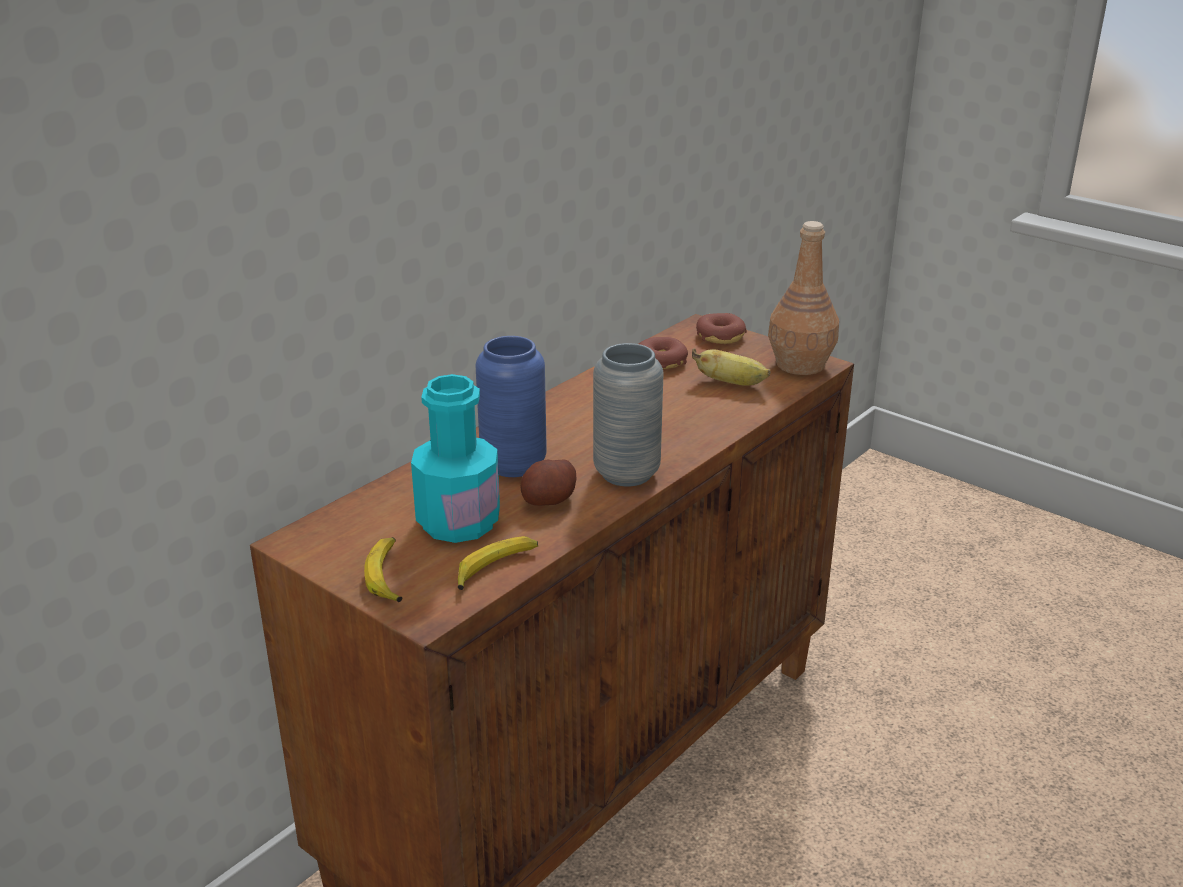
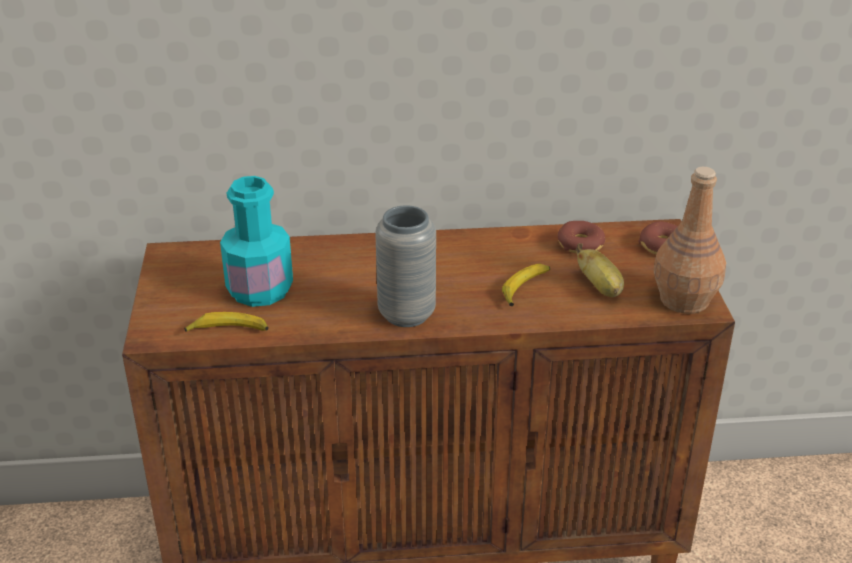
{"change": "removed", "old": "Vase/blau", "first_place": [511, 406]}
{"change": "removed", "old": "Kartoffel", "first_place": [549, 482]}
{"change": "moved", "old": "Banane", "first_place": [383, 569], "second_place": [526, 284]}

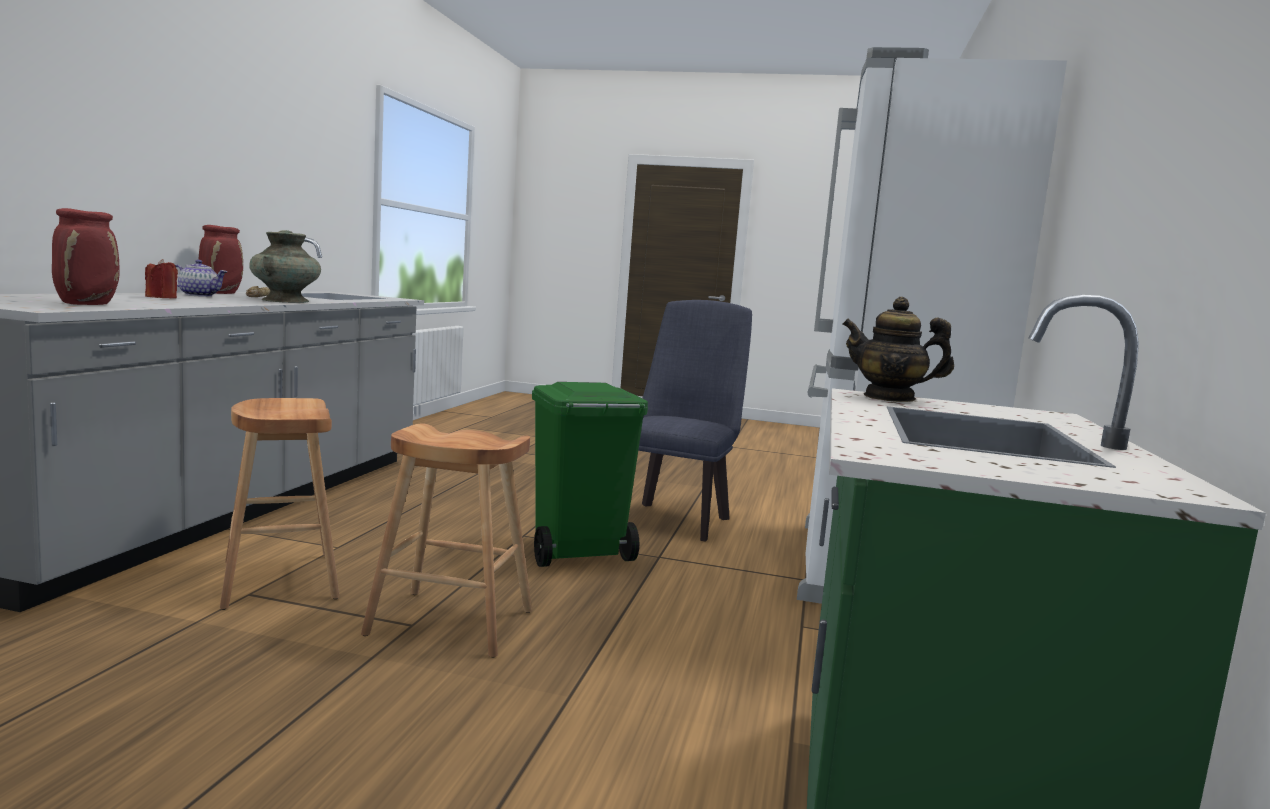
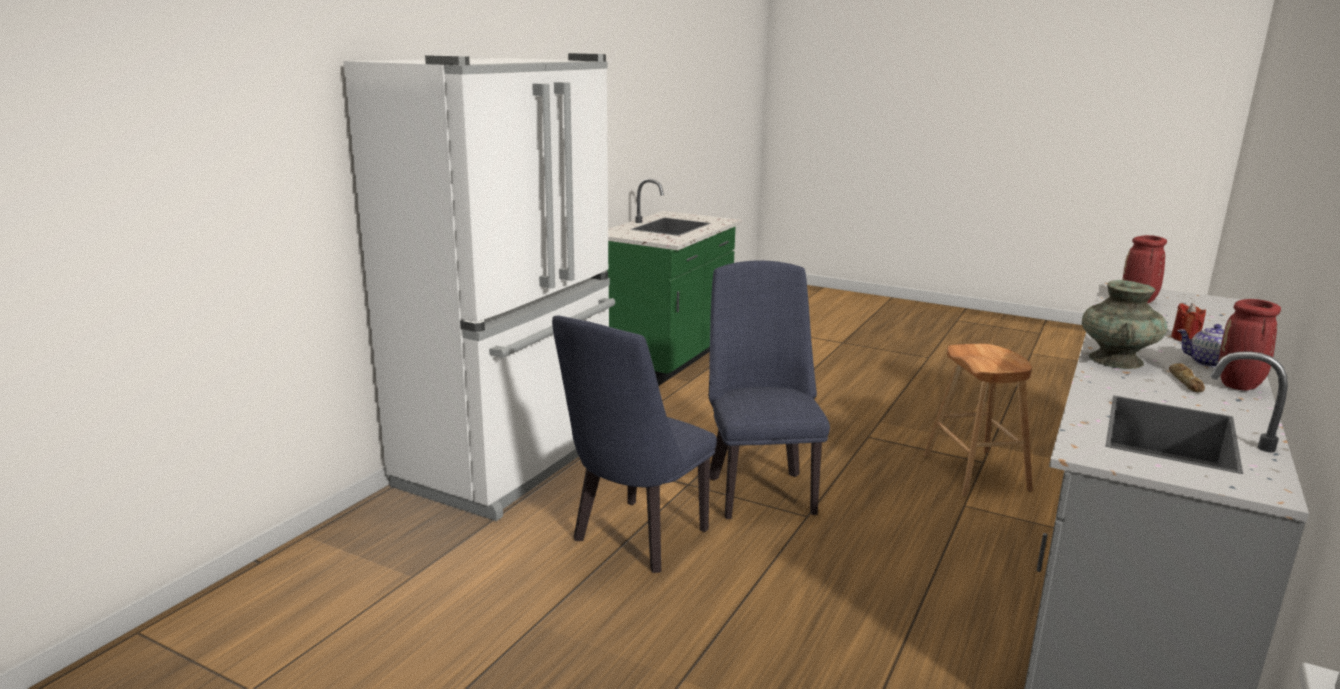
{"change": "removed", "old": "Teekanne", "first_place": [898, 349]}
{"change": "replaced", "old": "Mülleimer/grün", "new": "Stuhl/blau", "first_place": [590, 474], "second_place": [769, 389]}
{"change": "removed", "old": "Hocker/braun", "first_place": [446, 540]}

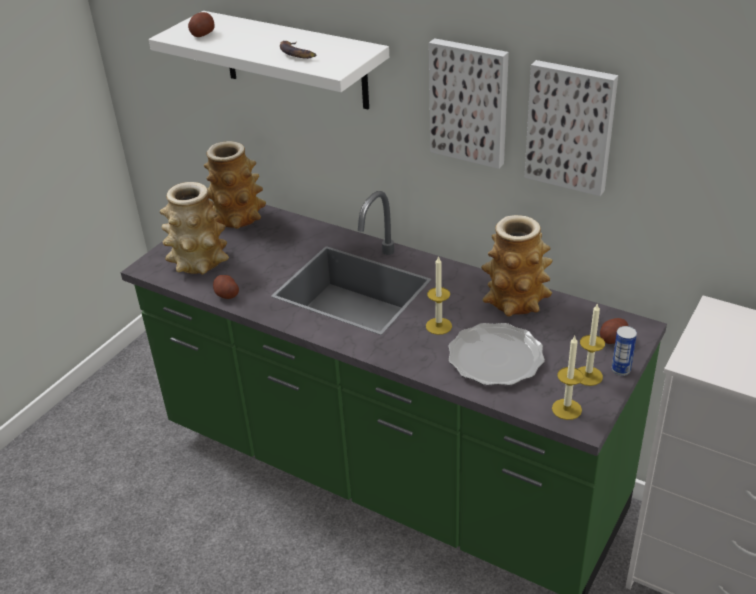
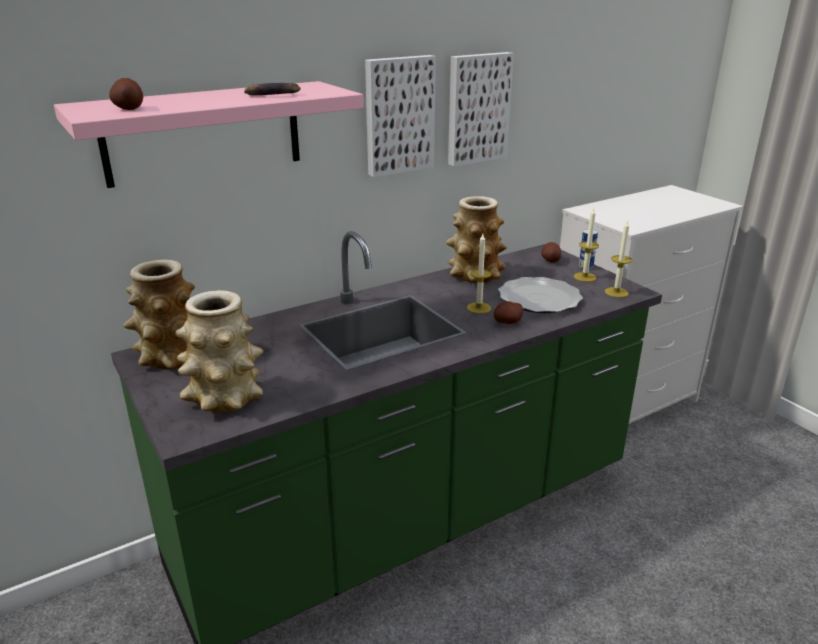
{"change": "recoloured", "old": "Wandregal/weiß", "new": "Wandregal/rosa", "first_place": [269, 60], "second_place": [208, 134]}
{"change": "moved", "old": "Kartoffel", "first_place": [226, 287], "second_place": [508, 312]}

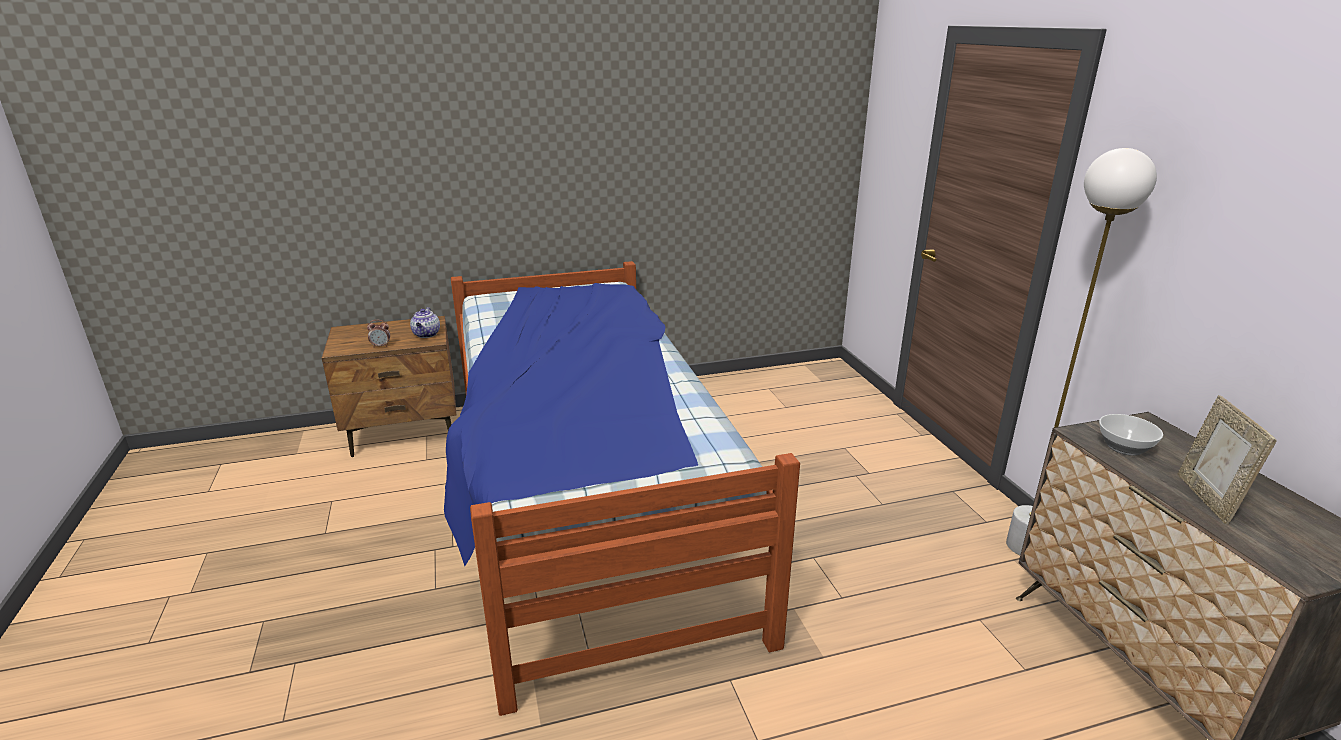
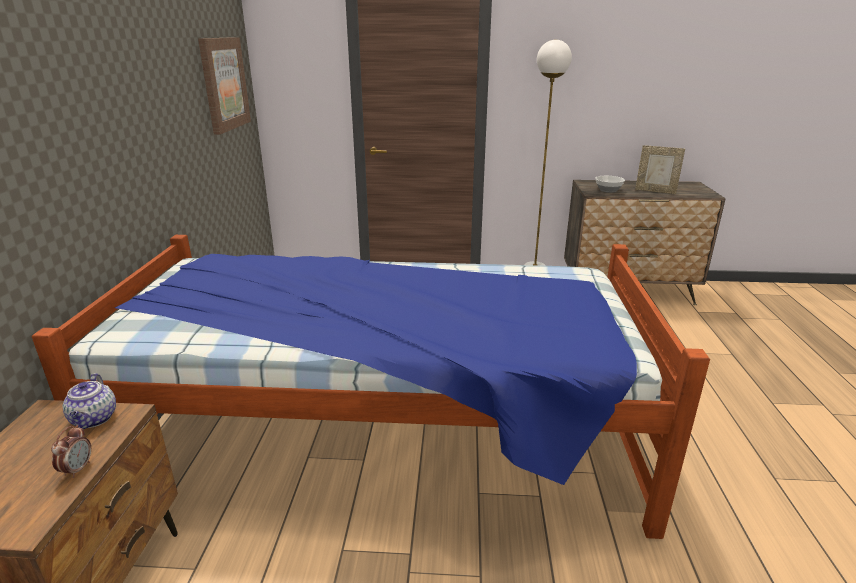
{"change": "turned", "old": "Teekanne", "first_place": [425, 322], "second_place": [89, 401], "degrees": 60}
{"change": "added", "new": "Bild", "second_place": [224, 86]}

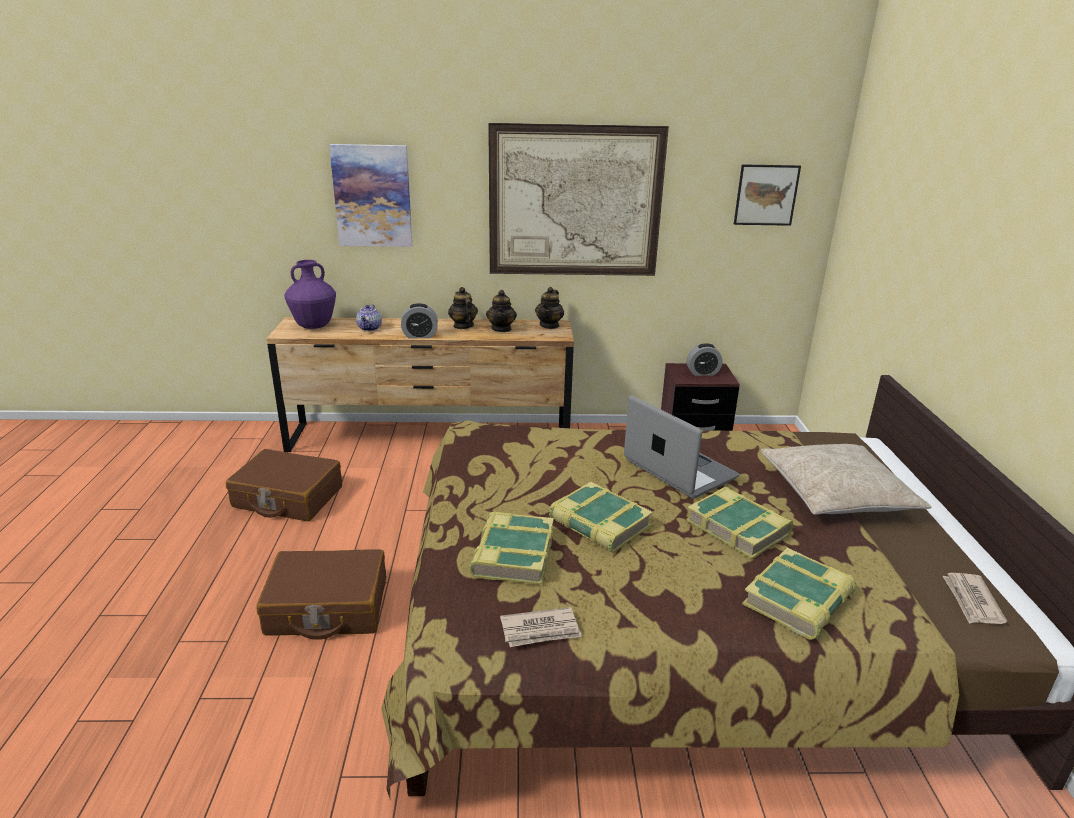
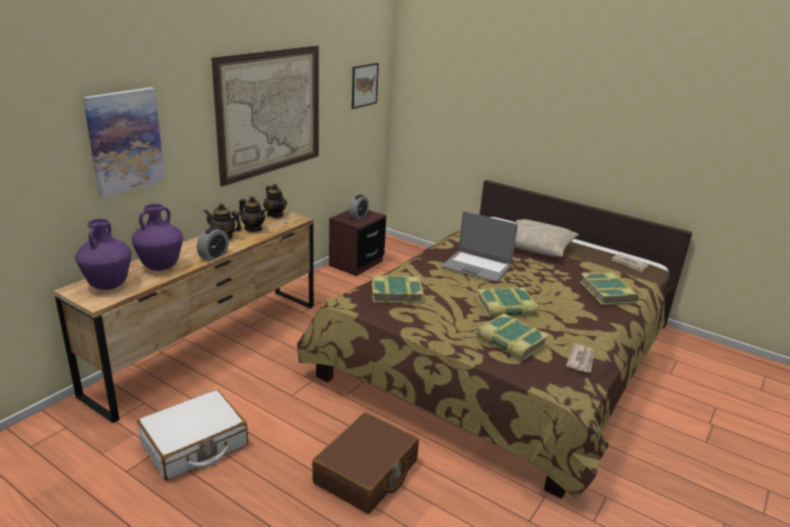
{"change": "replaced", "old": "Teekanne", "new": "Vase/lila", "first_place": [369, 317], "second_place": [157, 237]}
{"change": "turned", "old": "Laptop", "first_place": [681, 446], "second_place": [480, 247], "degrees": -150}
{"change": "recoloured", "old": "Koffer/braun", "new": "Koffer/weiß", "first_place": [284, 485], "second_place": [192, 435]}
{"change": "moved", "old": "Buch", "first_place": [739, 523], "second_place": [397, 289]}

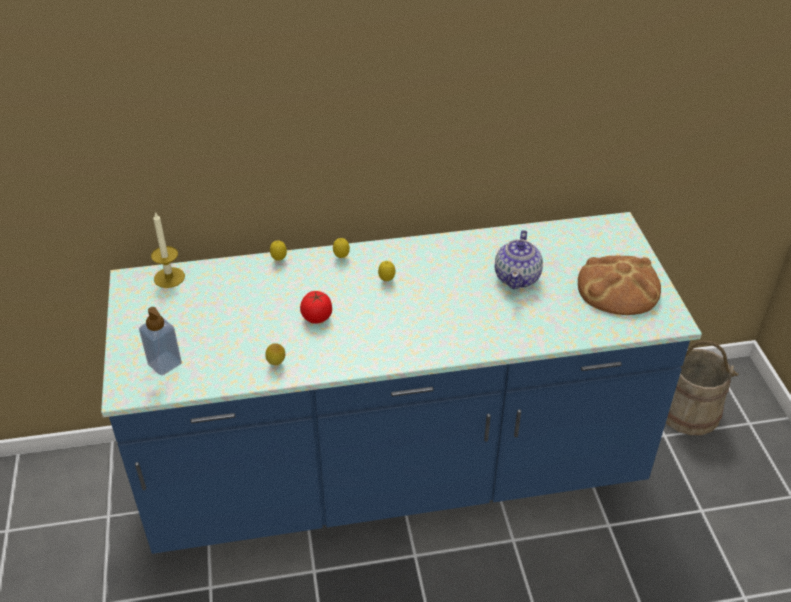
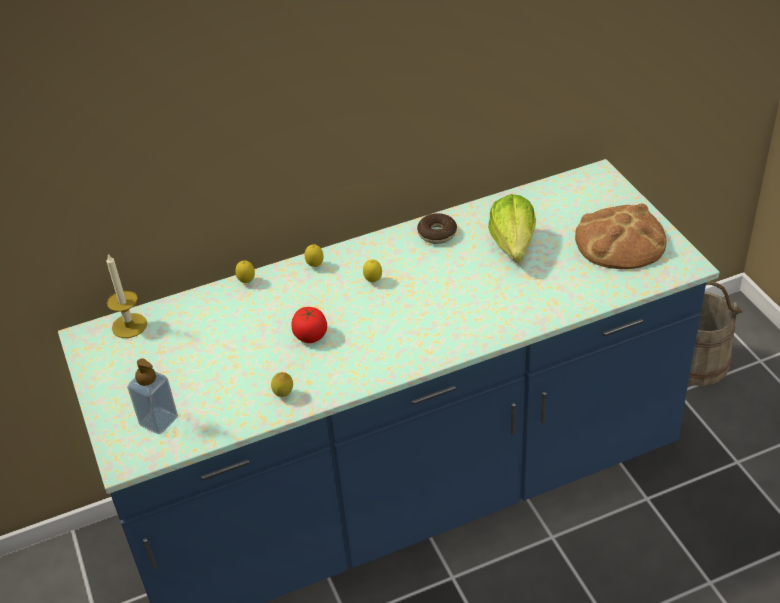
{"change": "replaced", "old": "Teekanne", "new": "Salatkopf", "first_place": [519, 259], "second_place": [512, 228]}
{"change": "added", "new": "Donut", "second_place": [437, 228]}

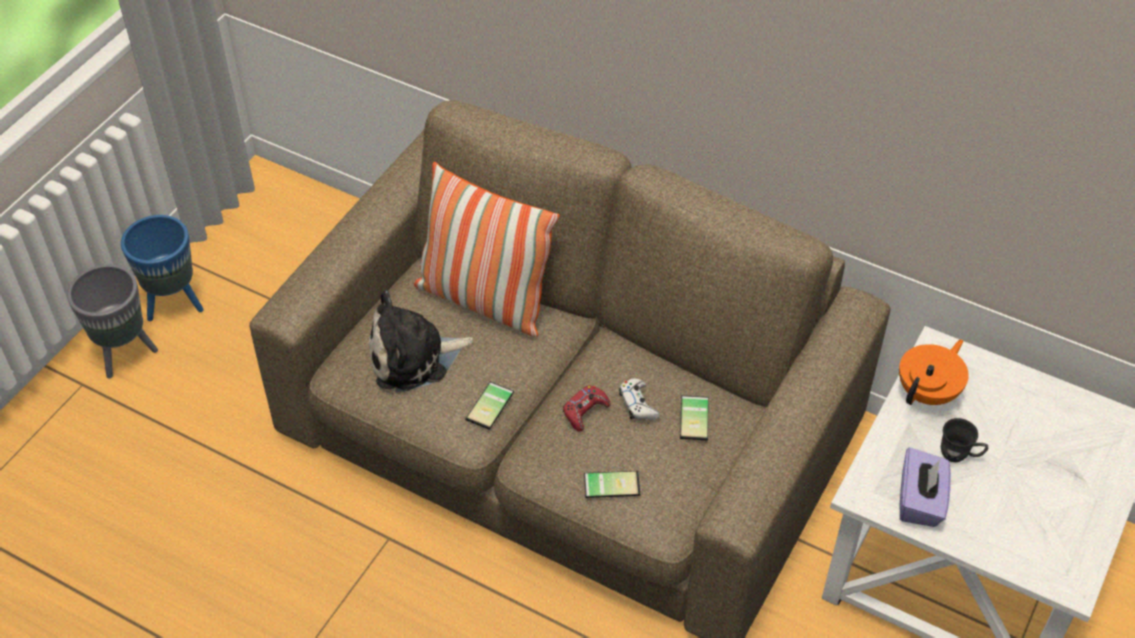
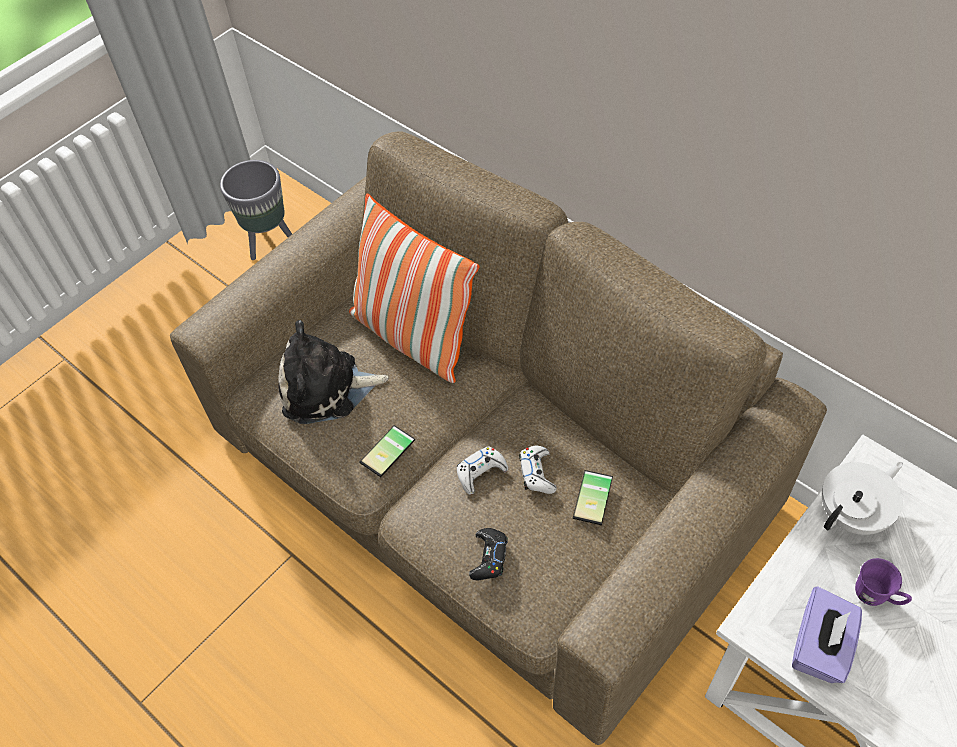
{"change": "removed", "old": "Pflanzkübel/blau", "first_place": [162, 268]}
{"change": "moved", "old": "Pflanzkübel/grau", "first_place": [112, 321], "second_place": [256, 210]}
{"change": "recoloured", "old": "Teekanne/orange", "new": "Teekanne/weiß", "first_place": [934, 372], "second_place": [862, 498]}
{"change": "recoloured", "old": "Gamepad/rot", "new": "Gamepad/weiß", "first_place": [587, 408], "second_place": [482, 470]}
{"change": "recoloured", "old": "Henkelbecher/grau", "new": "Henkelbecher/lila", "first_place": [965, 440], "second_place": [883, 582]}
{"change": "replaced", "old": "Handy", "new": "Gamepad/schwarz", "first_place": [612, 484], "second_place": [488, 554]}

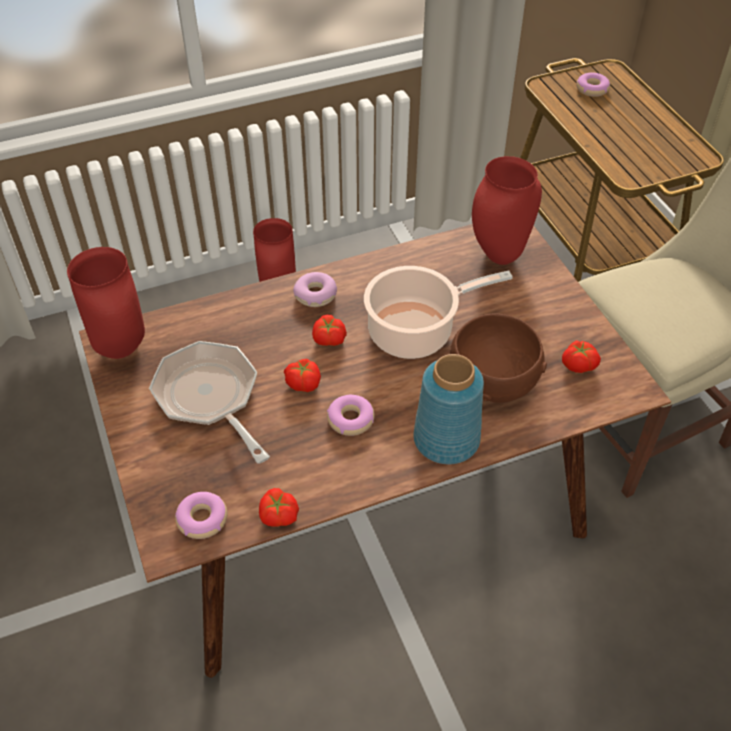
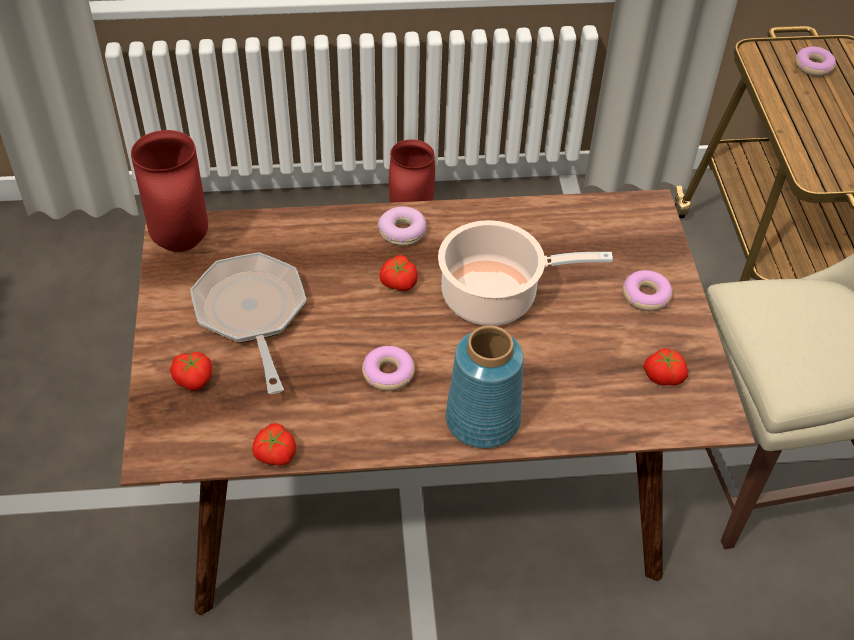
{"change": "removed", "old": "Vase/rot", "first_place": [507, 210]}
{"change": "removed", "old": "Schüssel/braun", "first_place": [498, 358]}
{"change": "moved", "old": "Tomate", "first_place": [302, 375], "second_place": [191, 371]}
{"change": "moved", "old": "Donut", "first_place": [201, 515], "second_place": [648, 290]}

